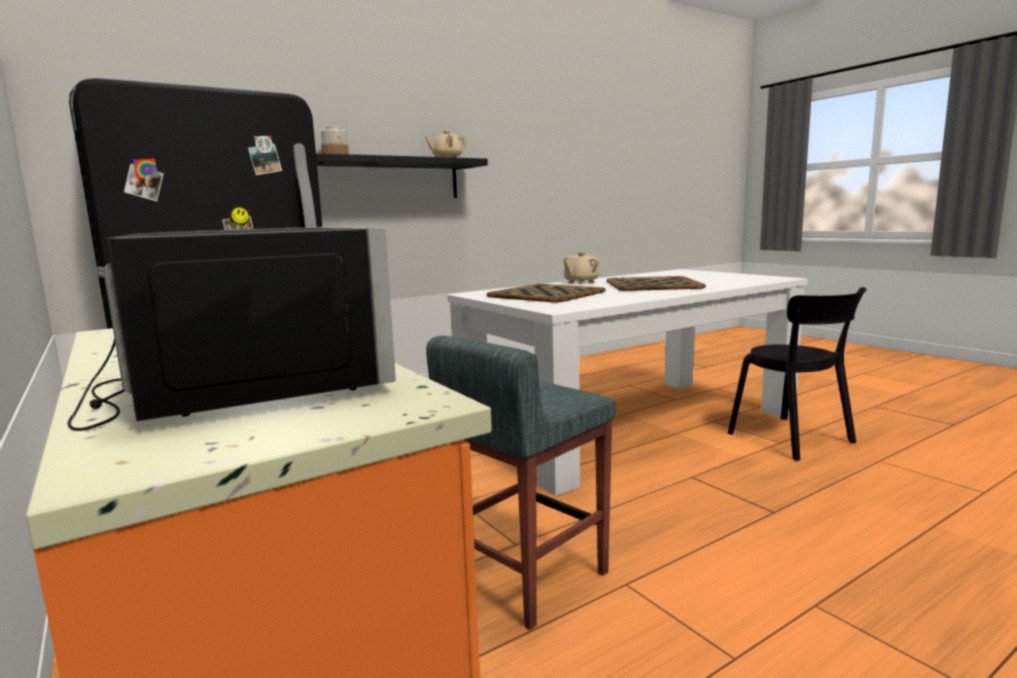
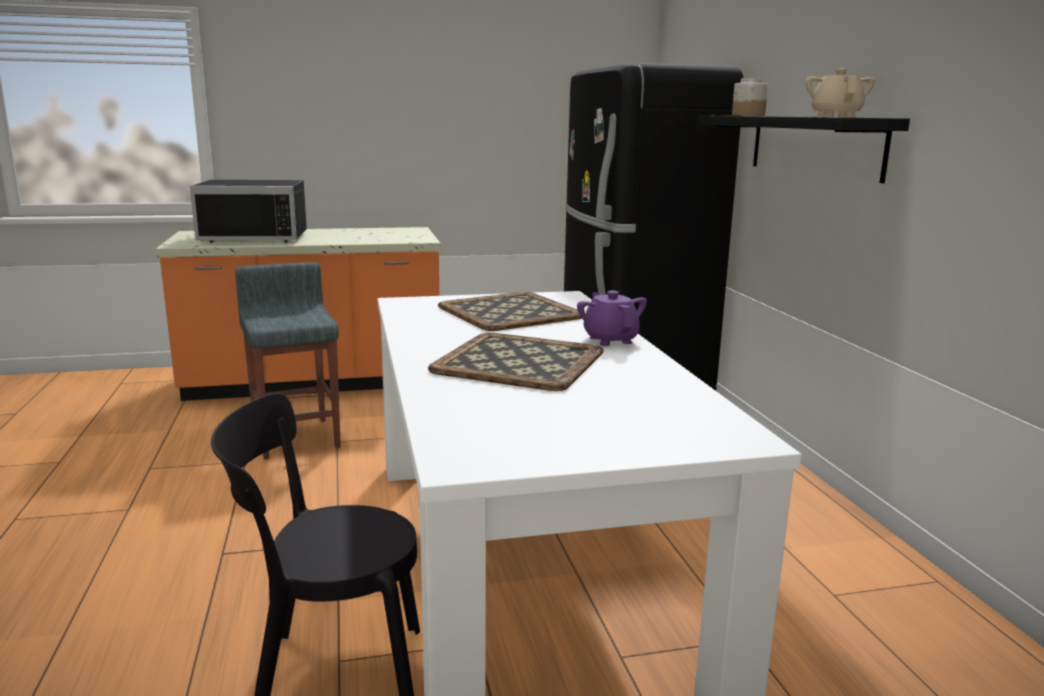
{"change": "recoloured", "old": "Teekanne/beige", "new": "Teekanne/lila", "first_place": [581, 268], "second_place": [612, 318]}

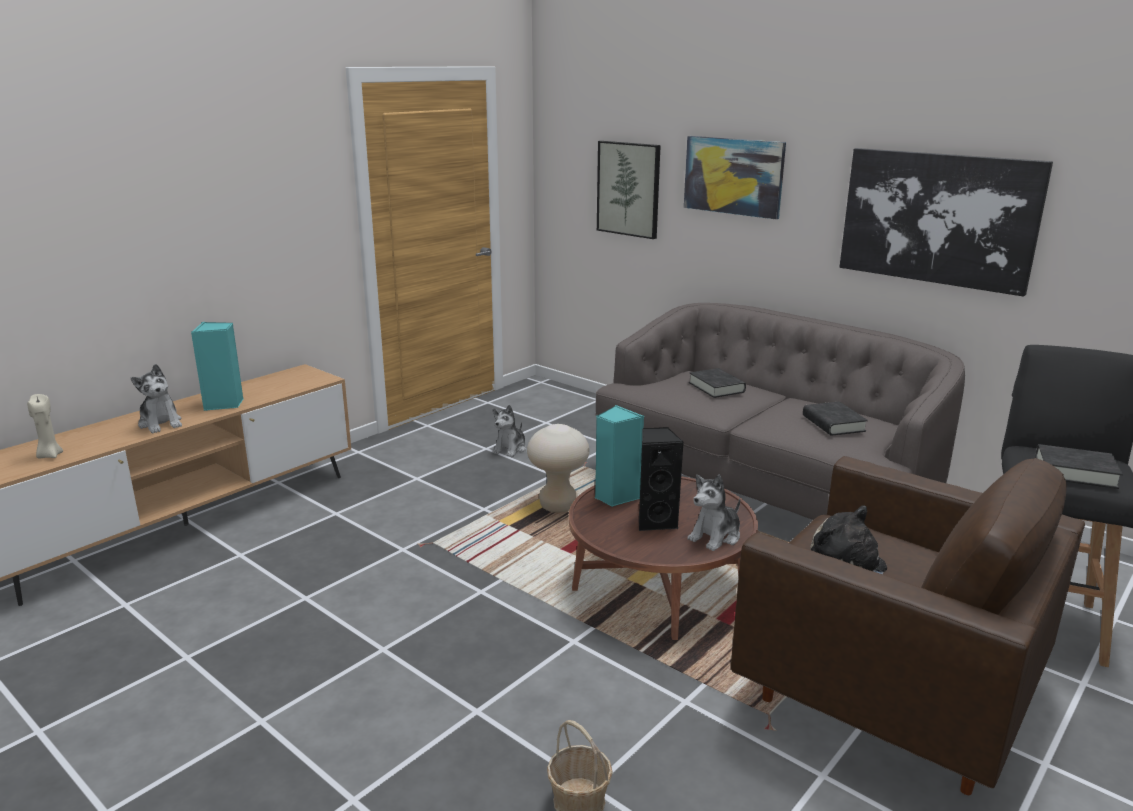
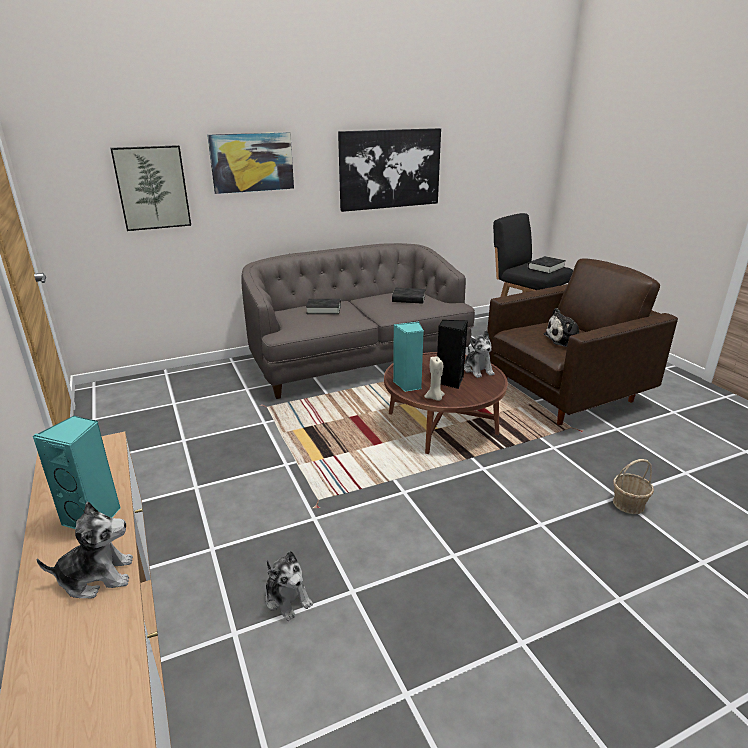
{"change": "moved", "old": "Kerze/beige", "first_place": [45, 426], "second_place": [434, 379]}
{"change": "moved", "old": "Plüschtier", "first_place": [509, 431], "second_place": [289, 586]}
{"change": "removed", "old": "Hocker/beige", "first_place": [558, 468]}

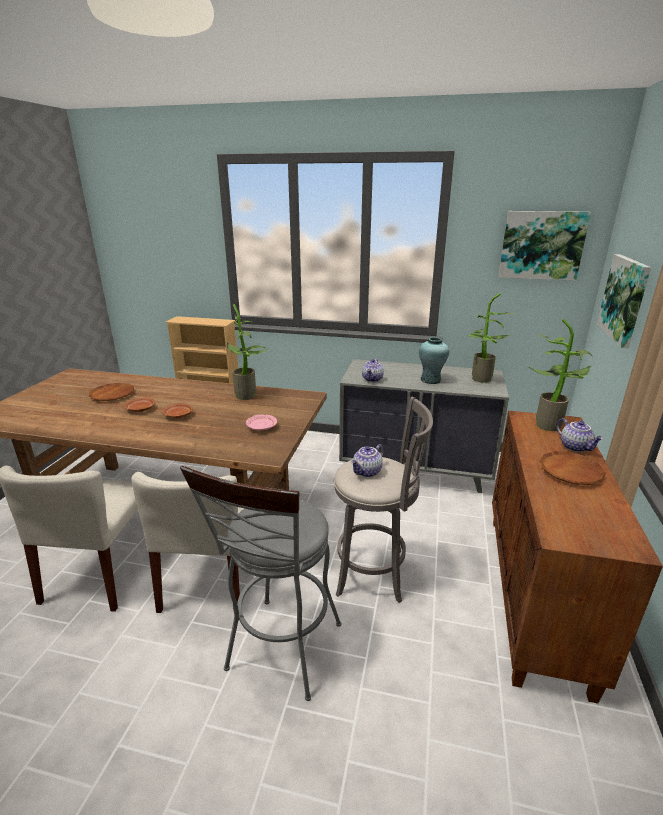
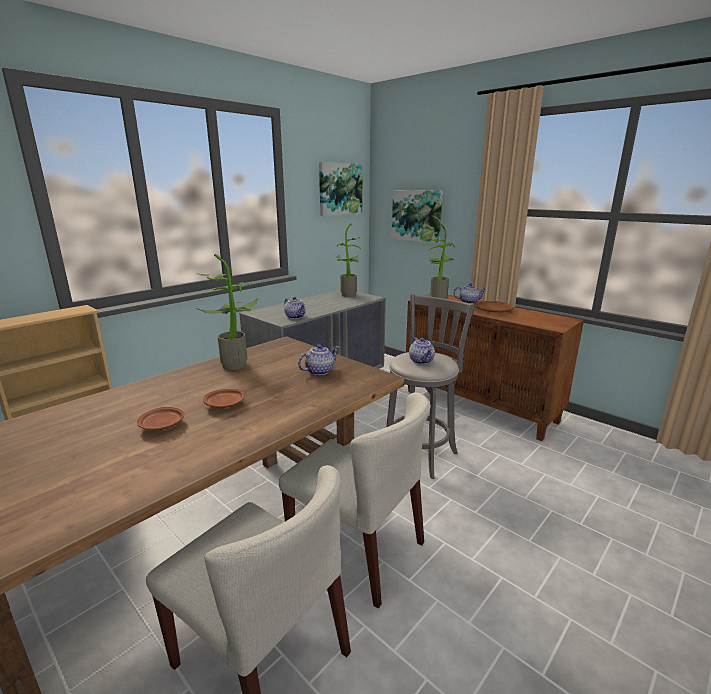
{"change": "removed", "old": "Vase/türkis", "first_place": [434, 360]}
{"change": "removed", "old": "Teller/braun", "first_place": [111, 392]}
{"change": "replaced", "old": "Teller/rosa", "new": "Teekanne", "first_place": [261, 422], "second_place": [318, 359]}
{"change": "removed", "old": "Hocker/grau", "first_place": [260, 583]}

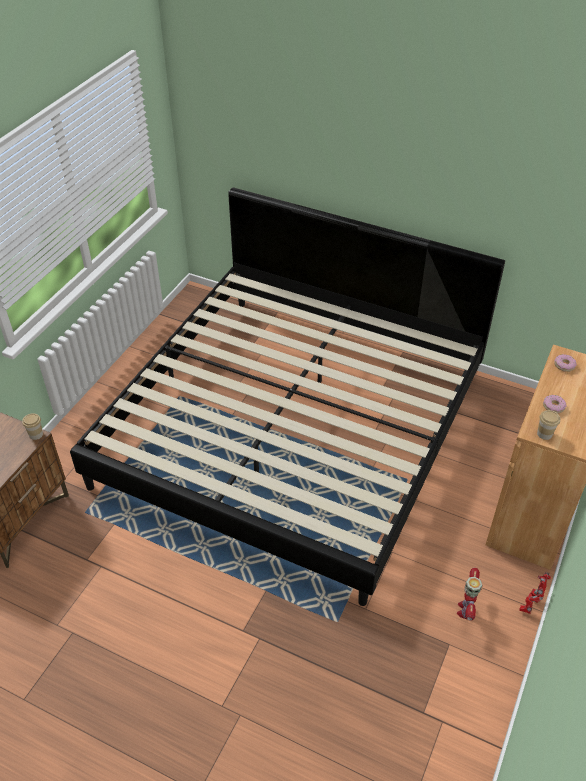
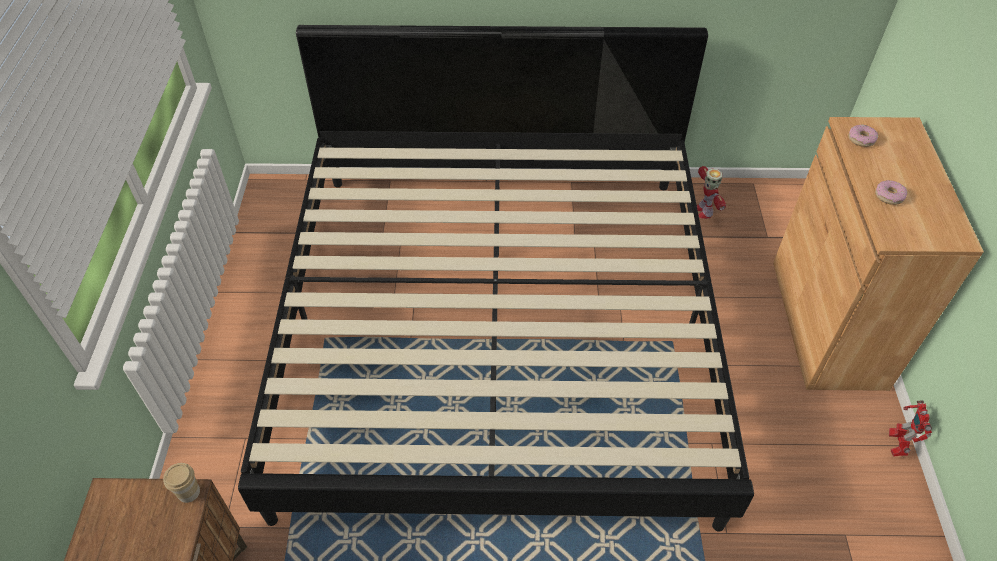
{"change": "removed", "old": "Tasse", "first_place": [548, 425]}
{"change": "moved", "old": "Spielzeugroboter", "first_place": [469, 594], "second_place": [711, 192]}

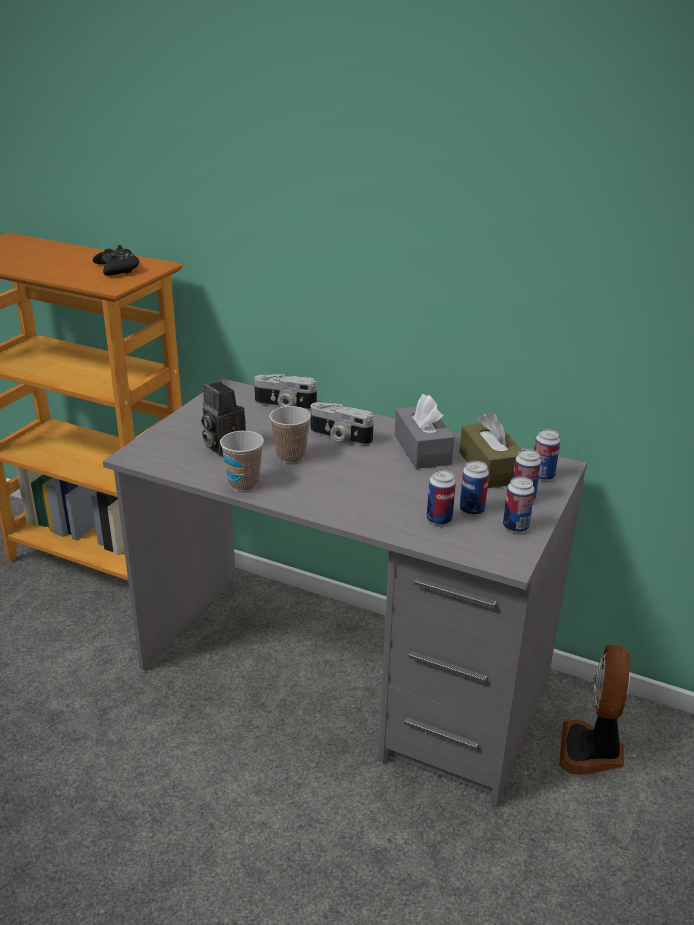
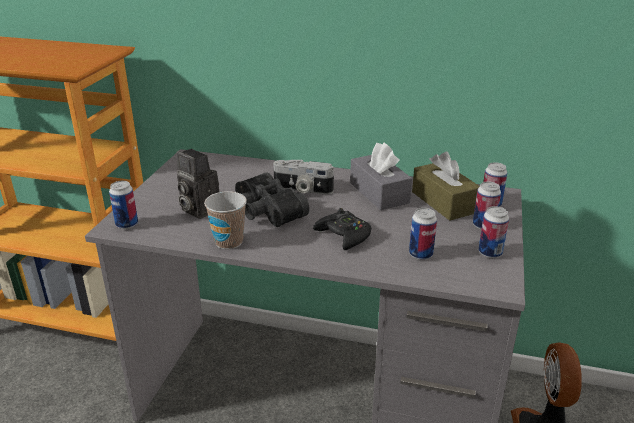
{"change": "moved", "old": "Gamepad/schwarz", "first_place": [116, 260], "second_place": [342, 229]}
{"change": "removed", "old": "Kamera", "first_place": [285, 392]}
{"change": "replaced", "old": "Tasse", "new": "Fernglas/schwarz", "first_place": [290, 435], "second_place": [272, 199]}
{"change": "moved", "old": "Dose", "first_place": [474, 488], "second_place": [123, 205]}

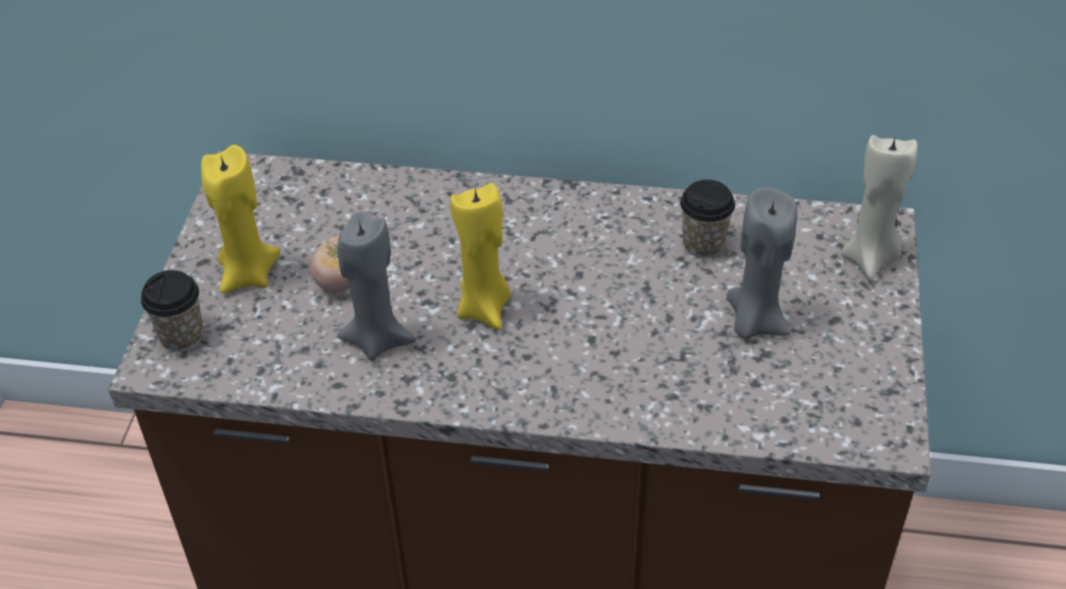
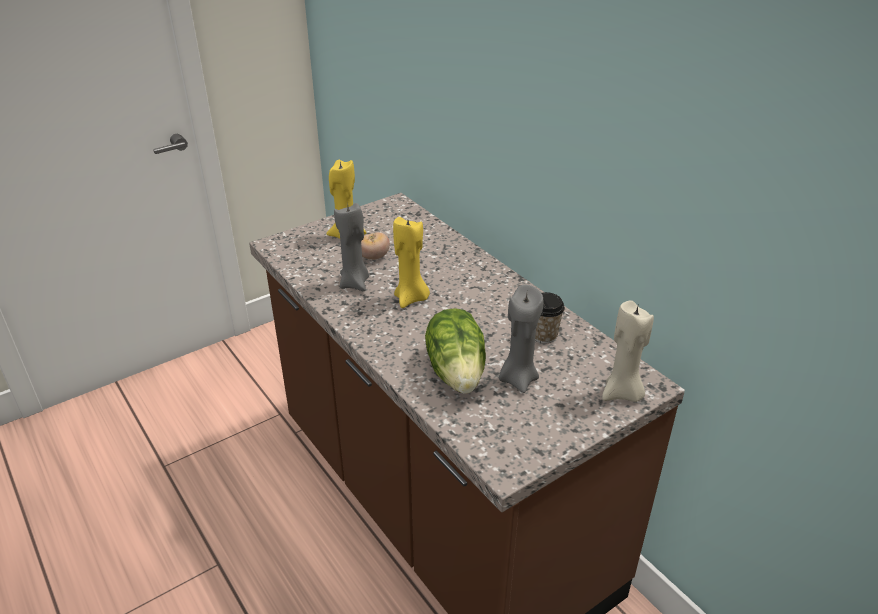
{"change": "removed", "old": "Tasse", "first_place": [172, 311]}
{"change": "added", "new": "Salatkopf", "second_place": [455, 351]}

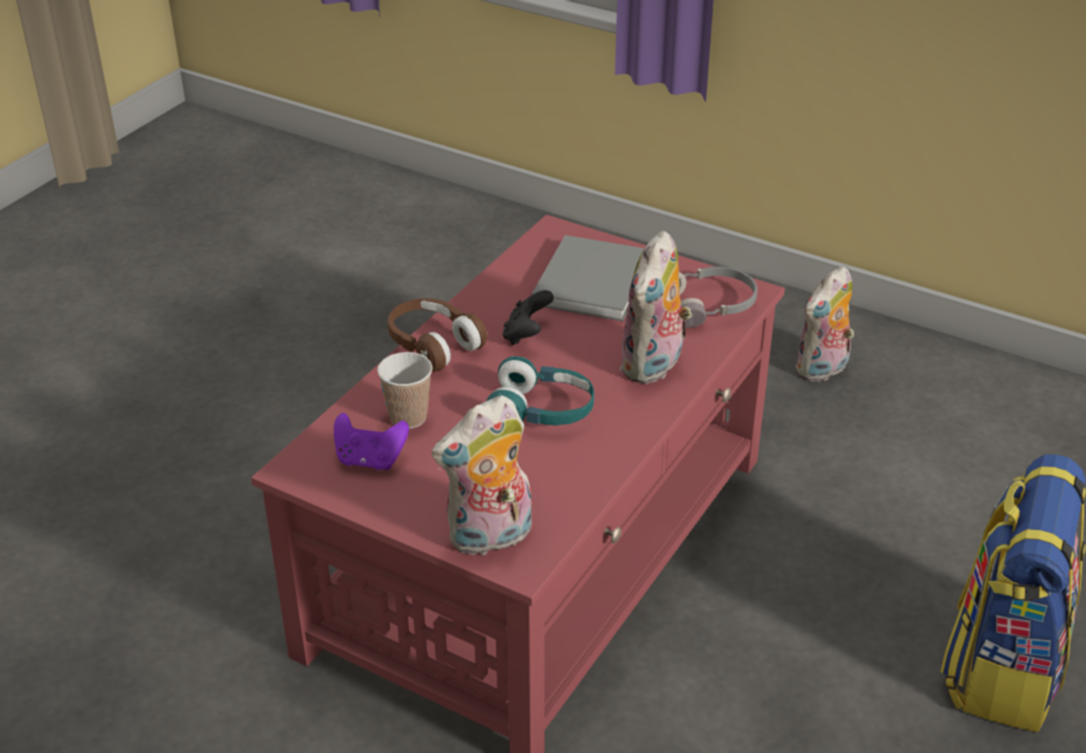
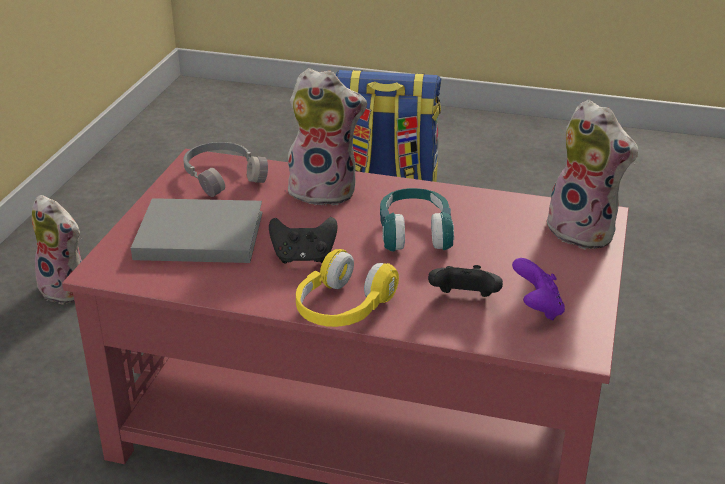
{"change": "recoloured", "old": "Kopfhörer/braun", "new": "Kopfhörer/gelb", "first_place": [437, 334], "second_place": [347, 288]}
{"change": "replaced", "old": "Tasse", "new": "Gamepad/schwarz", "first_place": [404, 390], "second_place": [465, 281]}

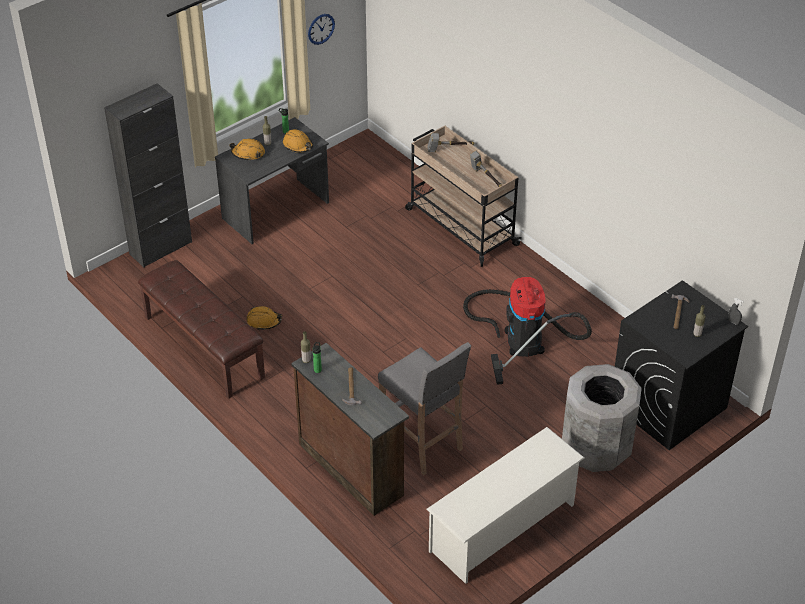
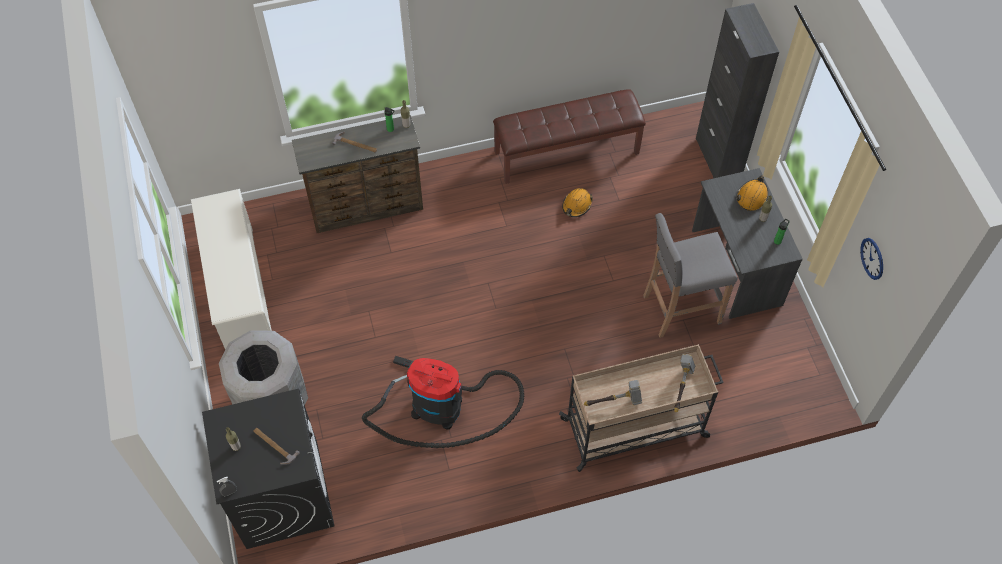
{"change": "removed", "old": "Schutzhelm/orange", "first_place": [298, 141]}
{"change": "moved", "old": "Hocker/grau", "first_place": [424, 408], "second_place": [690, 275]}

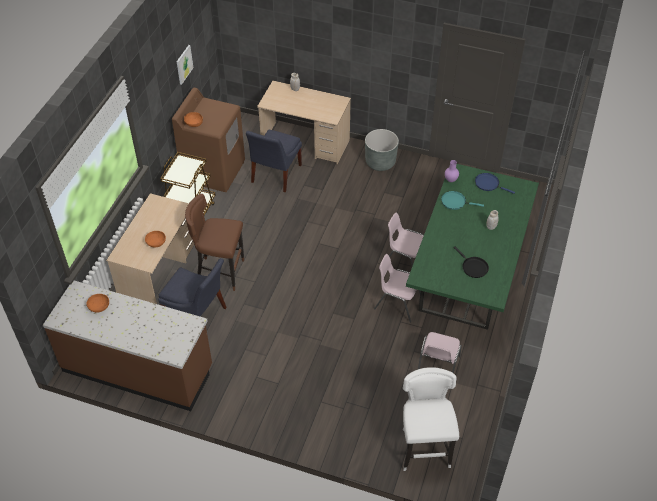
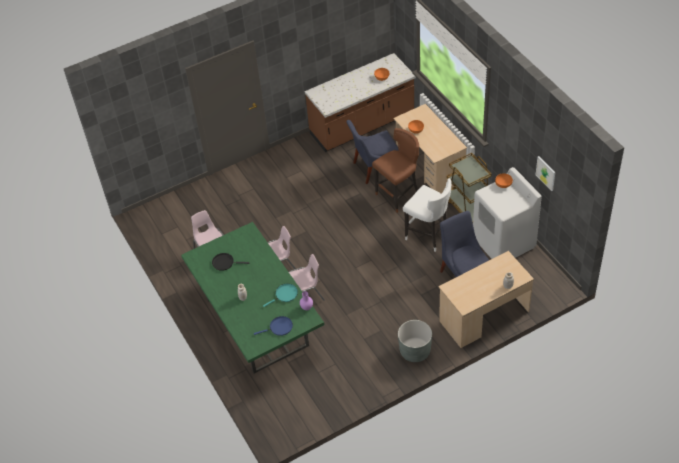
{"change": "recoloured", "old": "Waschmaschine/braun", "new": "Waschmaschine/weiß", "first_place": [208, 140], "second_place": [507, 213]}
{"change": "moved", "old": "Hocker/weiß", "first_place": [431, 419], "second_place": [427, 215]}

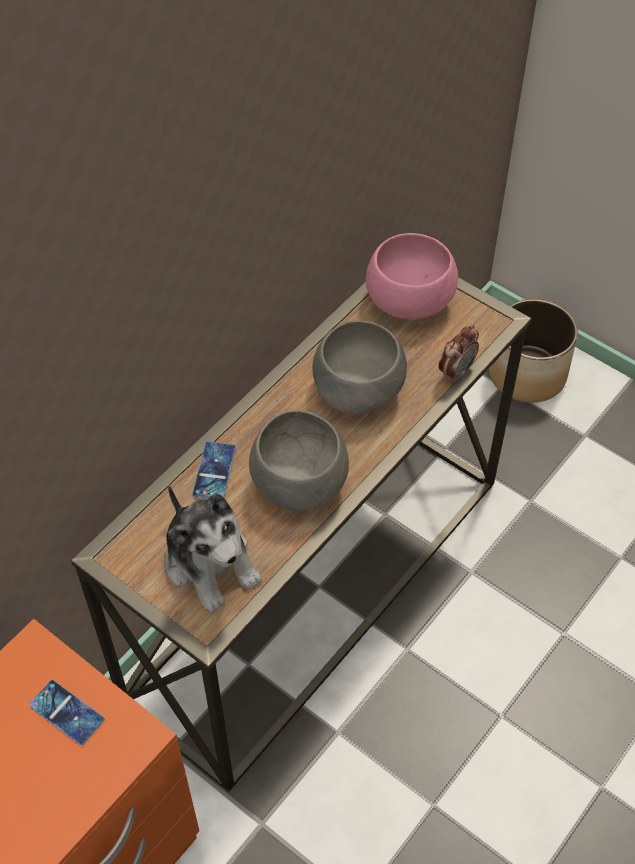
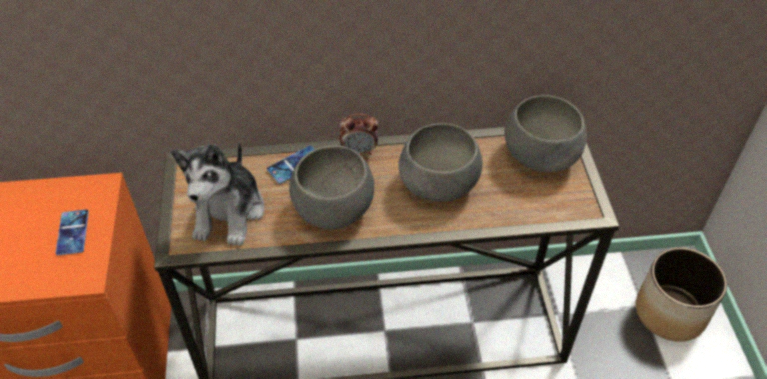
{"change": "recoloured", "old": "Schüssel/rosa", "new": "Schüssel/grau", "first_place": [412, 276], "second_place": [545, 134]}
{"change": "moved", "old": "Wecker", "first_place": [459, 354], "second_place": [359, 134]}

